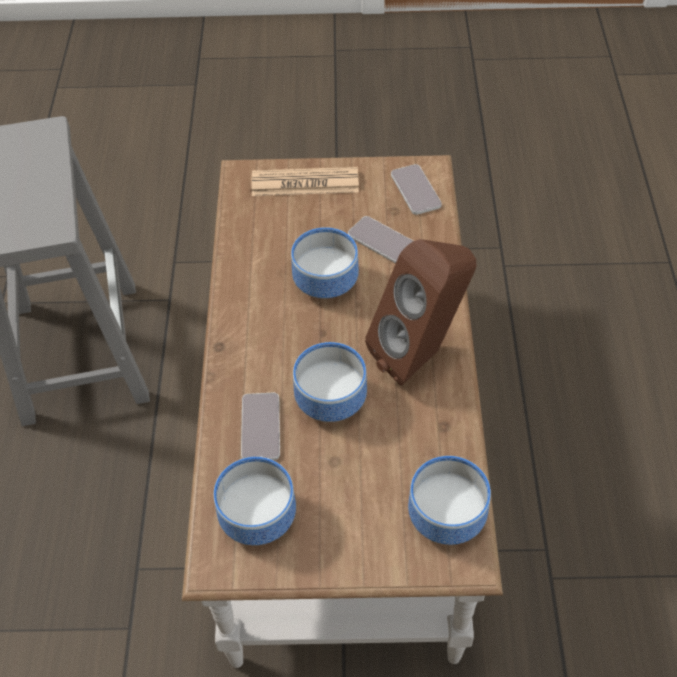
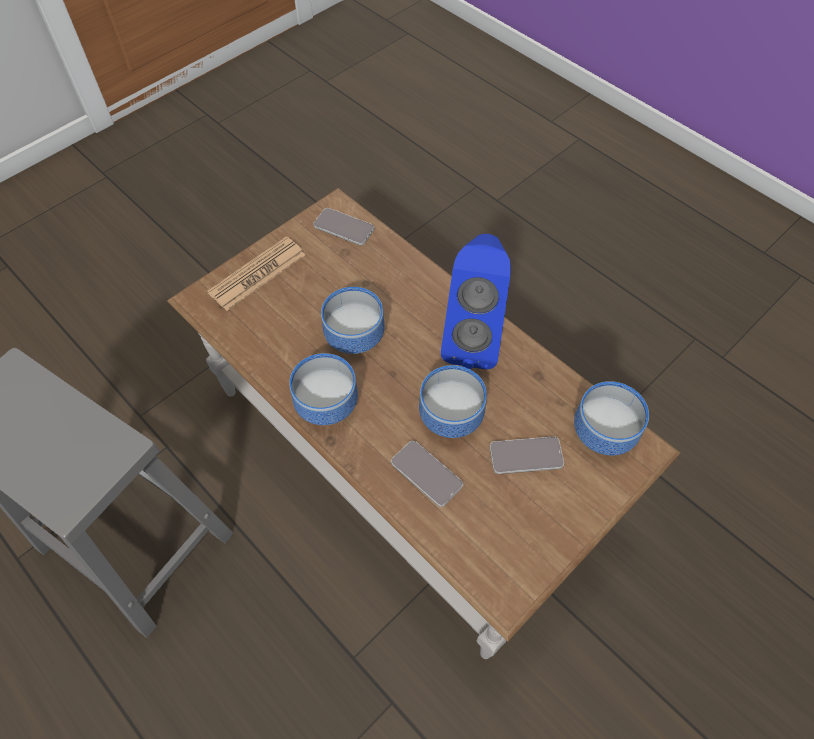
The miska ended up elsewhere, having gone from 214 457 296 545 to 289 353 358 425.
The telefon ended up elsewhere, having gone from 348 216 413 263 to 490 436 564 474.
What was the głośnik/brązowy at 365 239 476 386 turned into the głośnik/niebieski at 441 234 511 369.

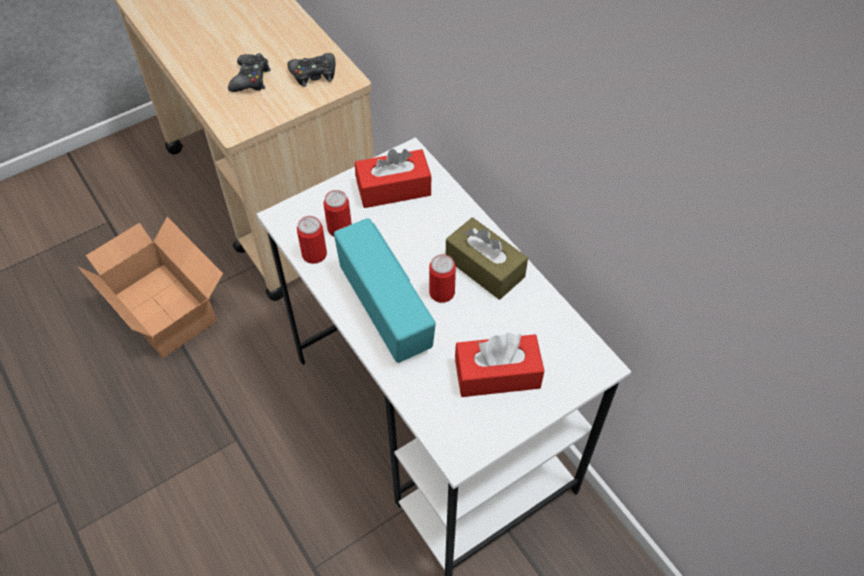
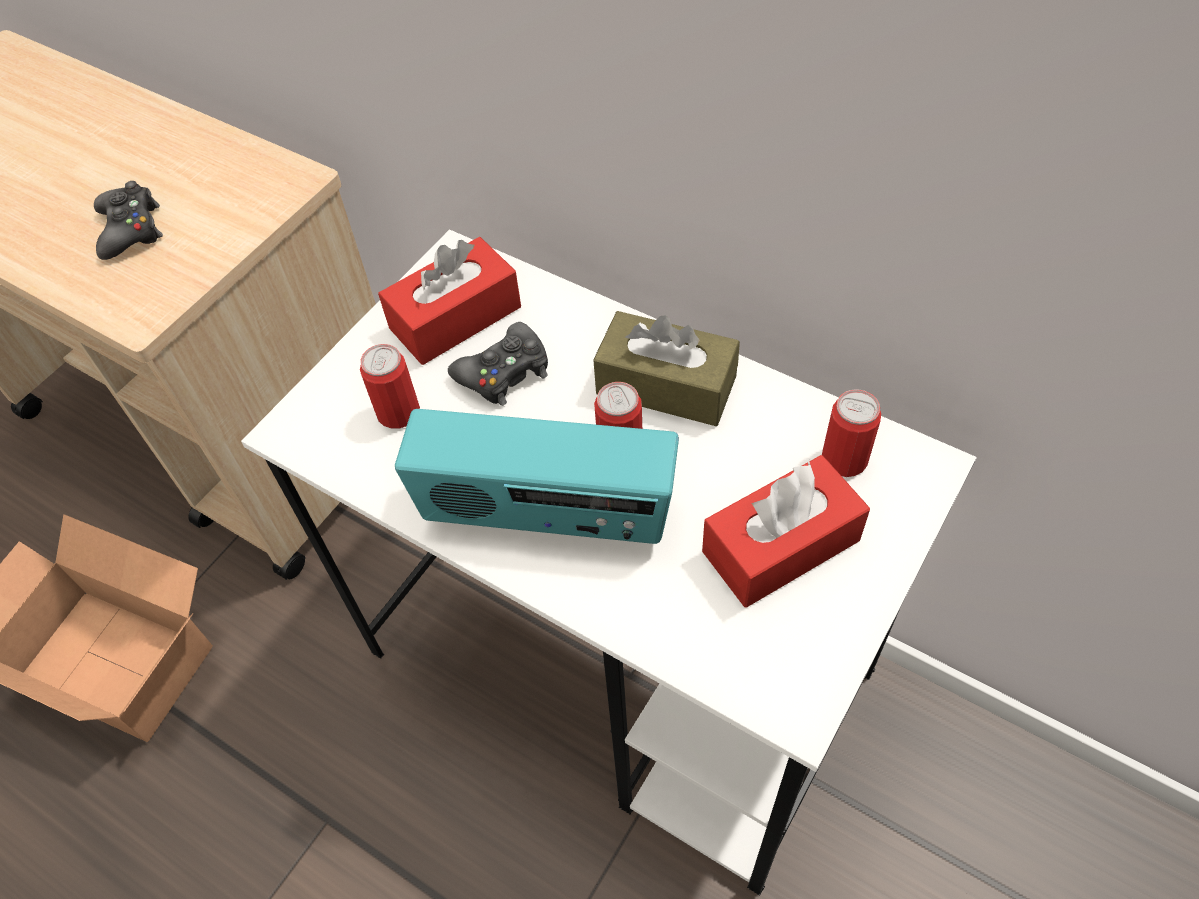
The pad do gier/czarny ended up elsewhere, having gone from 287 53 336 87 to 448 322 548 406.
The puszka ended up elsewhere, having gone from 297 216 327 264 to 822 389 881 477.
The radio at 334 218 436 363 ended up facing another way, 150 degrees clockwise from before.

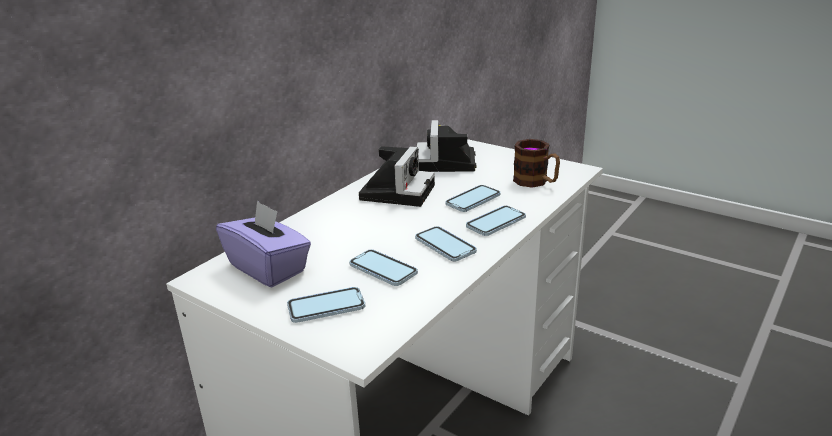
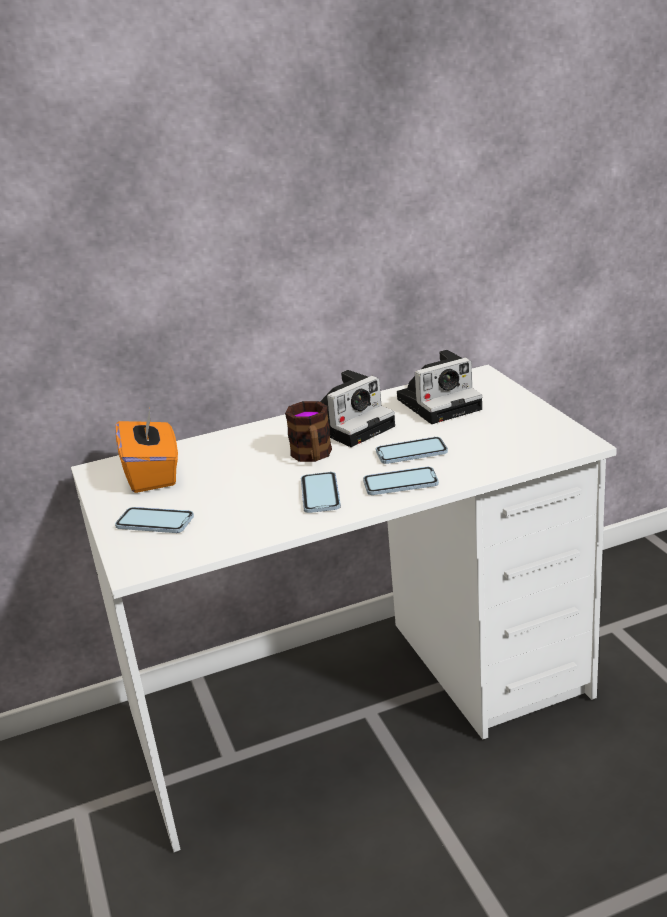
What was the pudełko chusteczek/fioletowy at 216 200 311 287 turned into the pudełko chusteczek/pomarańczowy at 115 408 178 493.
The second view lost the telefon at 349 249 418 286.
The aparat fotograficzny at 417 120 477 172 ended up facing another way, 150 degrees counterclockwise from before.
The kubek ended up elsewhere, having gone from 513 139 560 188 to 285 401 332 462.

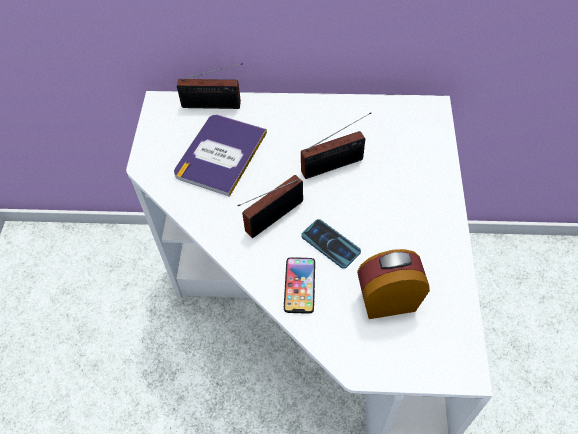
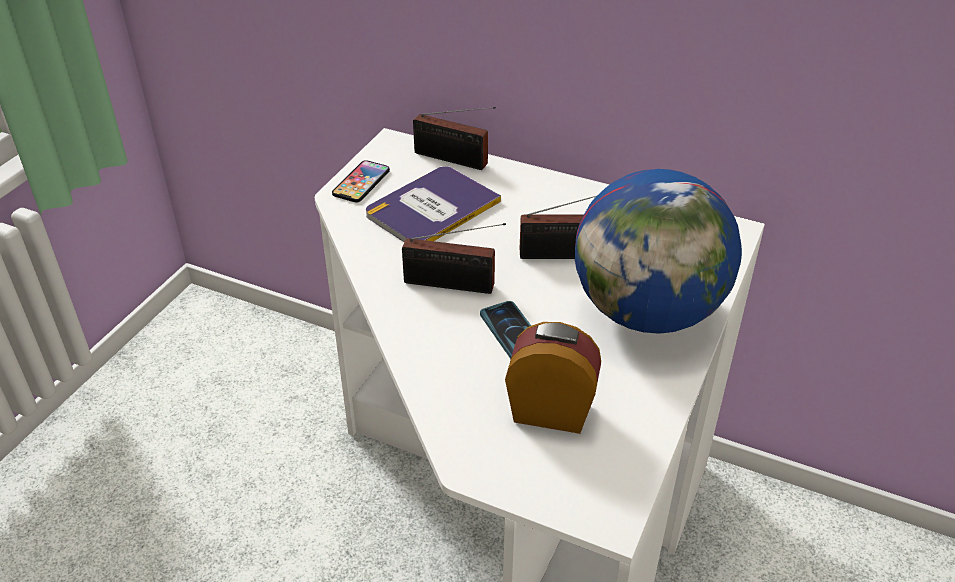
The radio at 238 175 303 238 ended up facing another way, 150 degrees counterclockwise from before.
The telefon ended up elsewhere, having gone from 284 257 315 314 to 332 160 390 202.
The second view gained the globus at 575 169 742 334.

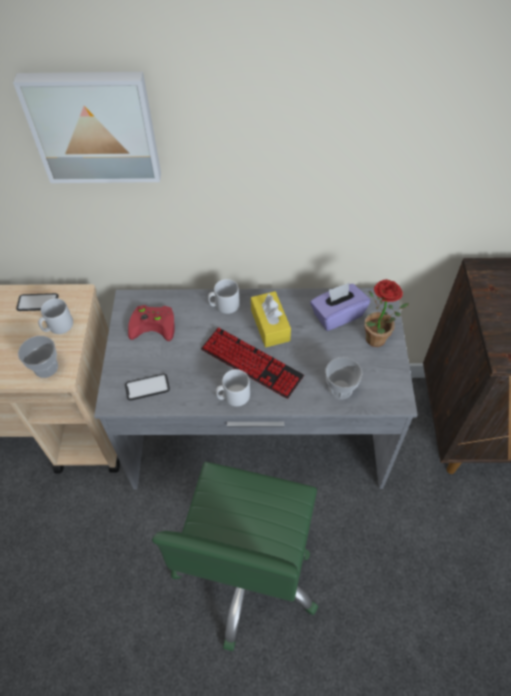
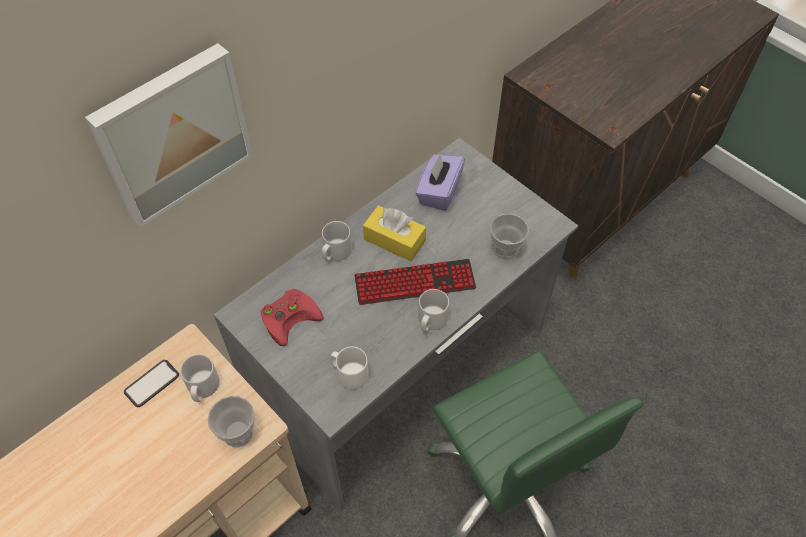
Where the telefon stood at 125 374 170 401, the kubek/biały came to stand at 330 347 369 389.
The second view lost the roślina doniczkowa at 364 279 409 347.

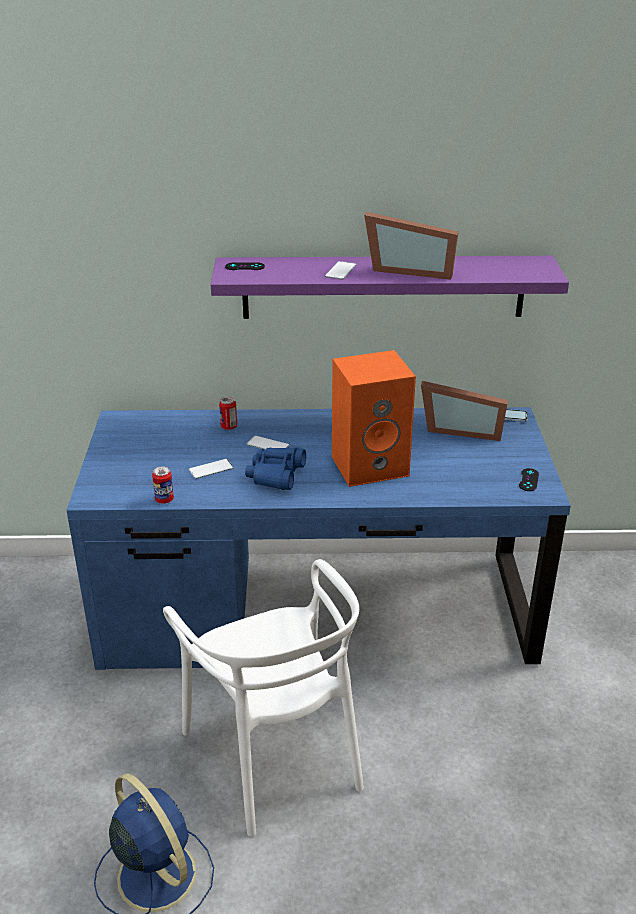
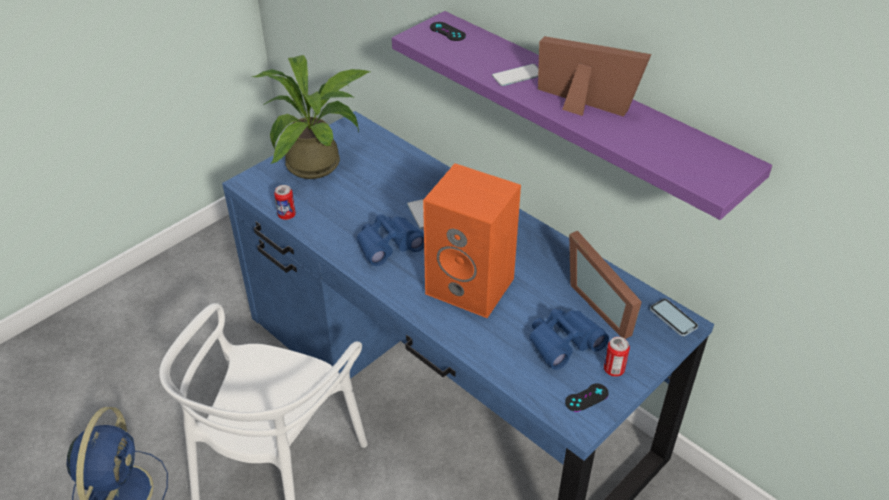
The second view lost the telefon at 189 459 234 479.
The puszka ended up elsewhere, having gone from 219 397 237 430 to 604 337 630 377.
The ramka na zdjęcie at 364 212 459 280 ended up facing another way, 150 degrees clockwise from before.
The second view gained the roślina doniczkowa at 252 55 370 179.
The second view gained the lornetka/niebieski at 530 309 609 370.

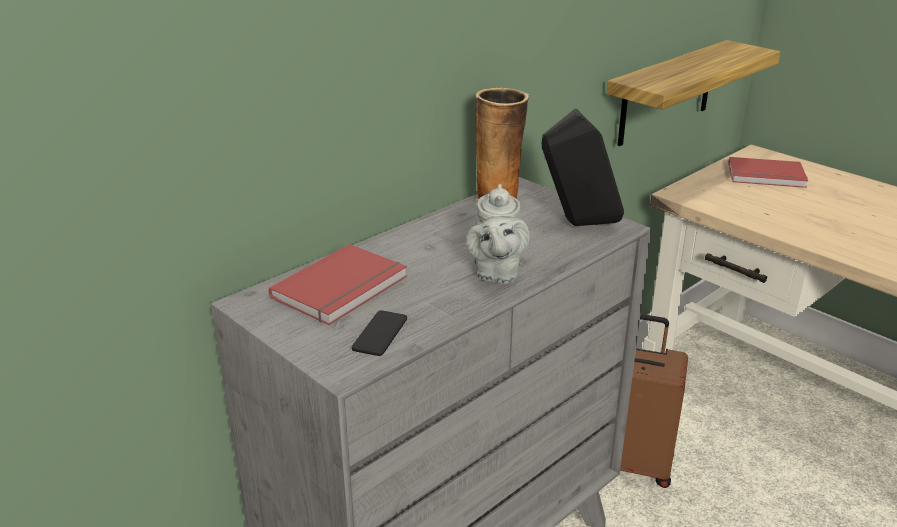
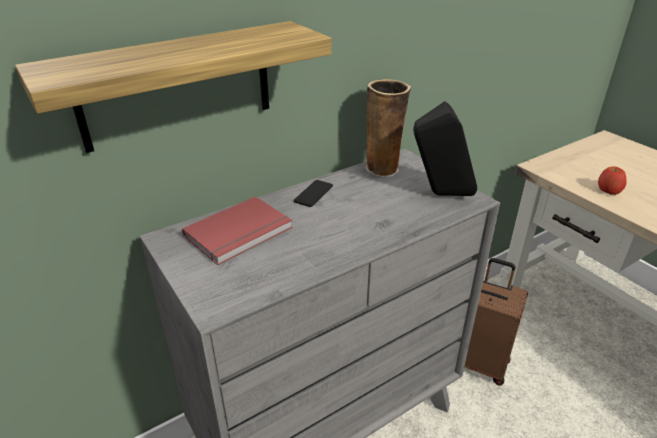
The telefon ended up elsewhere, having gone from 352 310 407 356 to 294 180 333 207.
The second view lost the imbryk/szary at 466 184 529 284.
The półka ended up elsewhere, having gone from 607 40 780 146 to 15 21 332 153.
The second view lost the książka/czerwony at 728 157 808 188.
The second view gained the jabłko at 598 166 627 195.

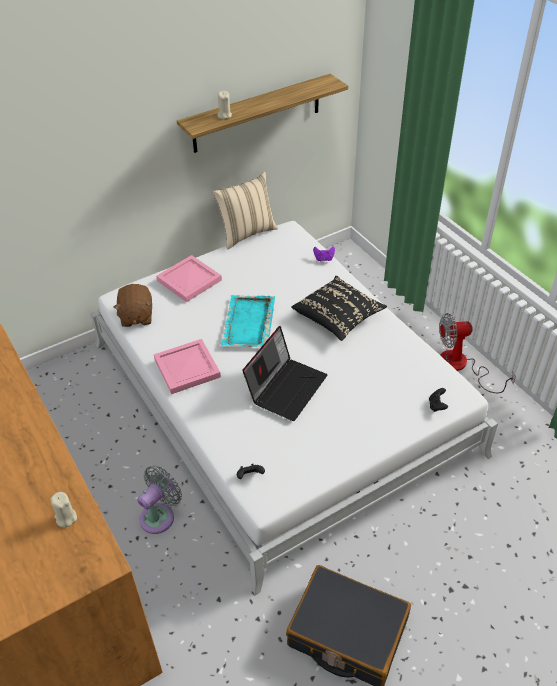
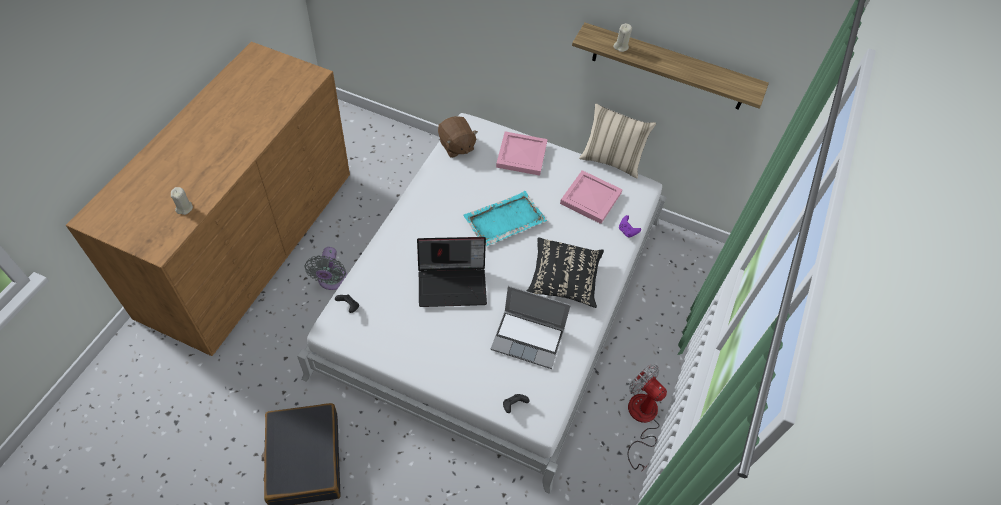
The pluszak/brązowy at 113 284 153 327 ended up facing another way, 75 degrees counterclockwise from before.
The wentylator/szary at 137 465 182 534 ended up facing another way, 90 degrees clockwise from before.
The taca/różowy ended up elsewhere, having gone from 154 339 221 394 to 560 170 623 224.
The second view gained the laptop at 491 286 571 369.

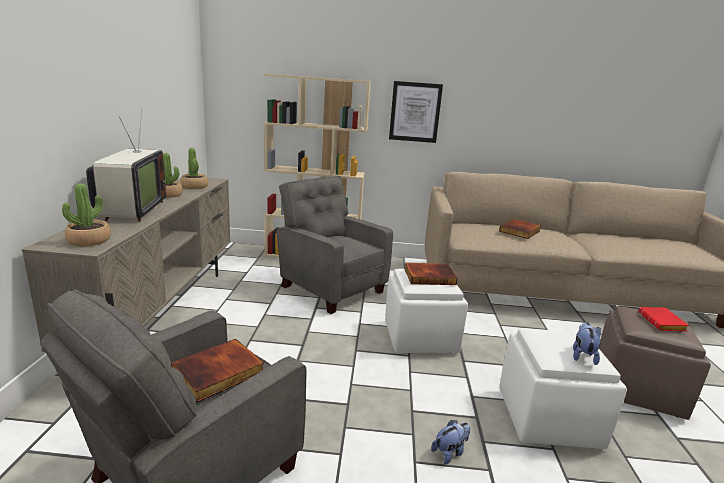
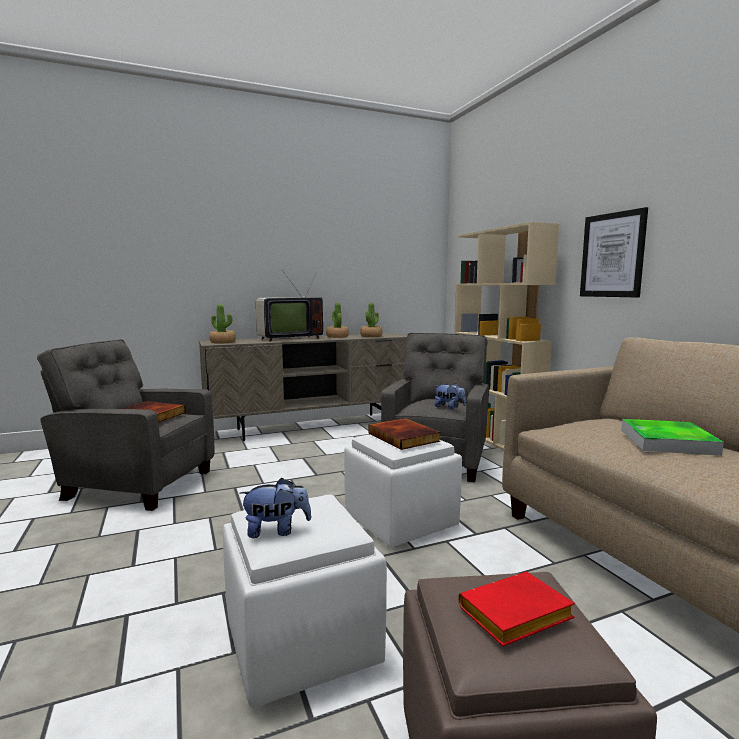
The pluszak ended up elsewhere, having gone from 431 420 470 465 to 435 383 466 410.
Where the książka stood at 499 219 541 239, the taca came to stand at 621 419 724 456.

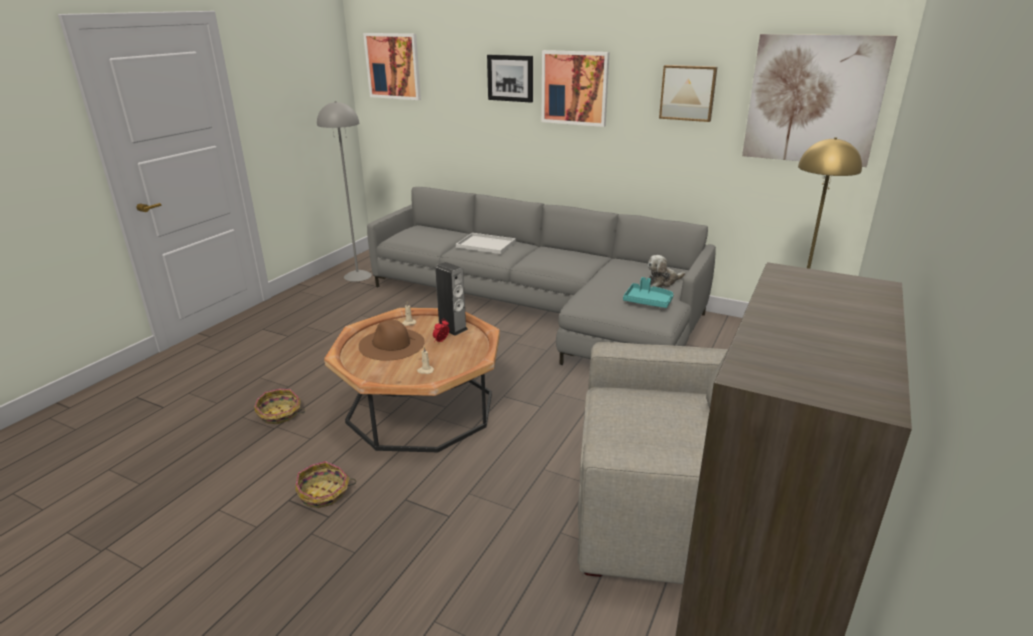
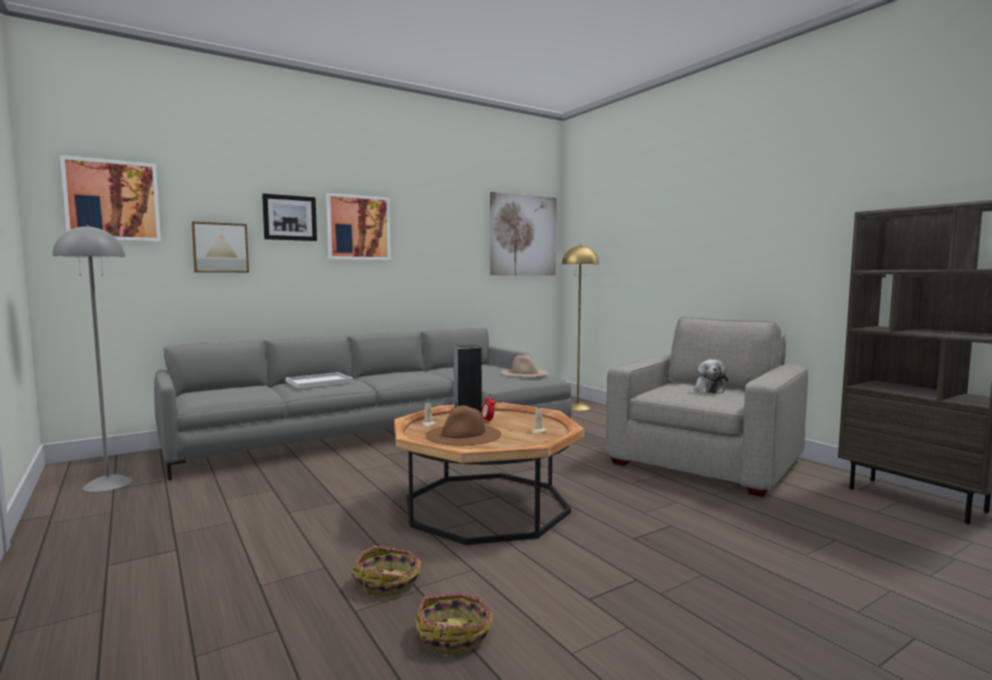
The koszyk ended up elsewhere, having gone from 296 461 356 508 to 415 593 493 655.
Where the taca/turkusowy stood at 623 277 674 308, the kapelusz/beżowy came to stand at 500 355 548 377.
The pluszak ended up elsewhere, having gone from 648 255 685 287 to 693 359 728 393.
The obraz ended up elsewhere, having gone from 659 65 717 122 to 191 222 249 273.

